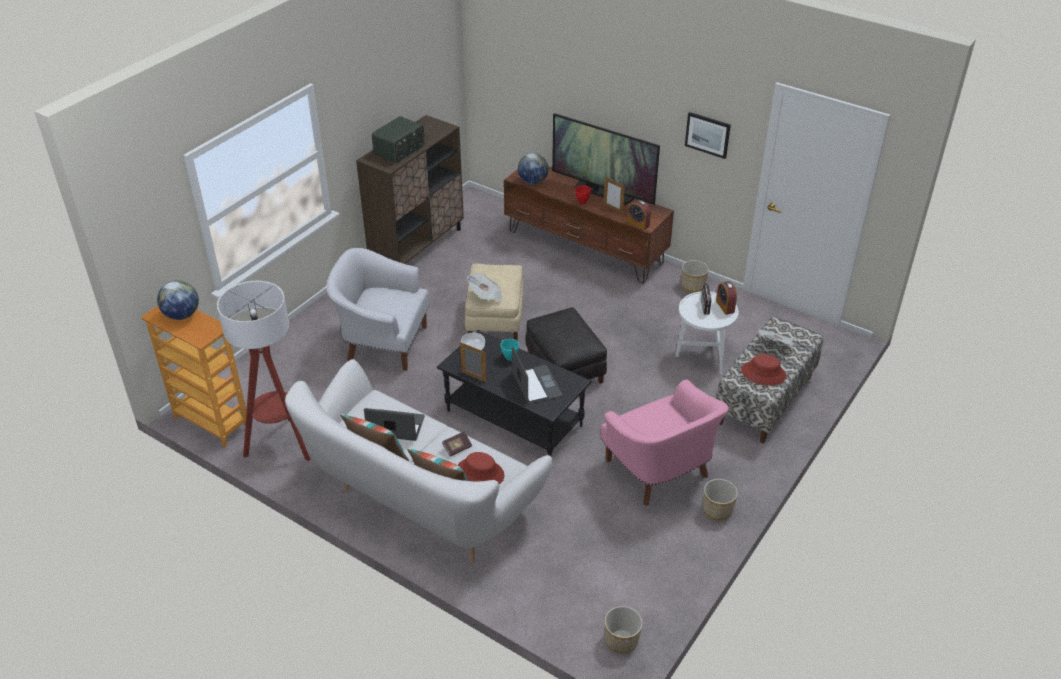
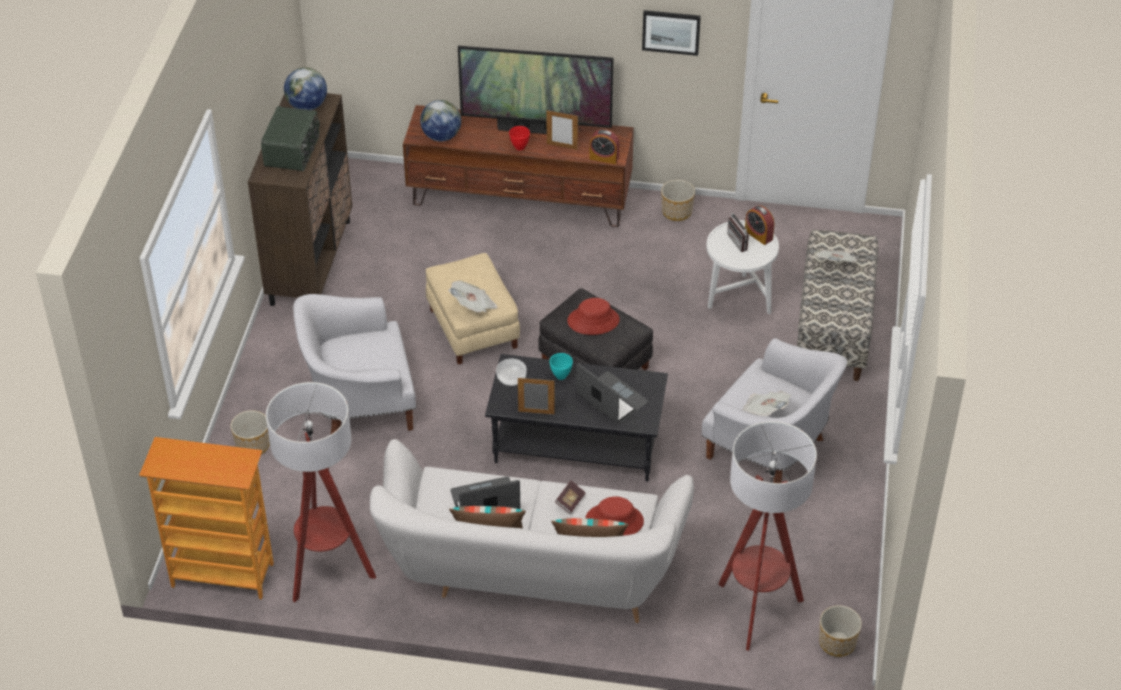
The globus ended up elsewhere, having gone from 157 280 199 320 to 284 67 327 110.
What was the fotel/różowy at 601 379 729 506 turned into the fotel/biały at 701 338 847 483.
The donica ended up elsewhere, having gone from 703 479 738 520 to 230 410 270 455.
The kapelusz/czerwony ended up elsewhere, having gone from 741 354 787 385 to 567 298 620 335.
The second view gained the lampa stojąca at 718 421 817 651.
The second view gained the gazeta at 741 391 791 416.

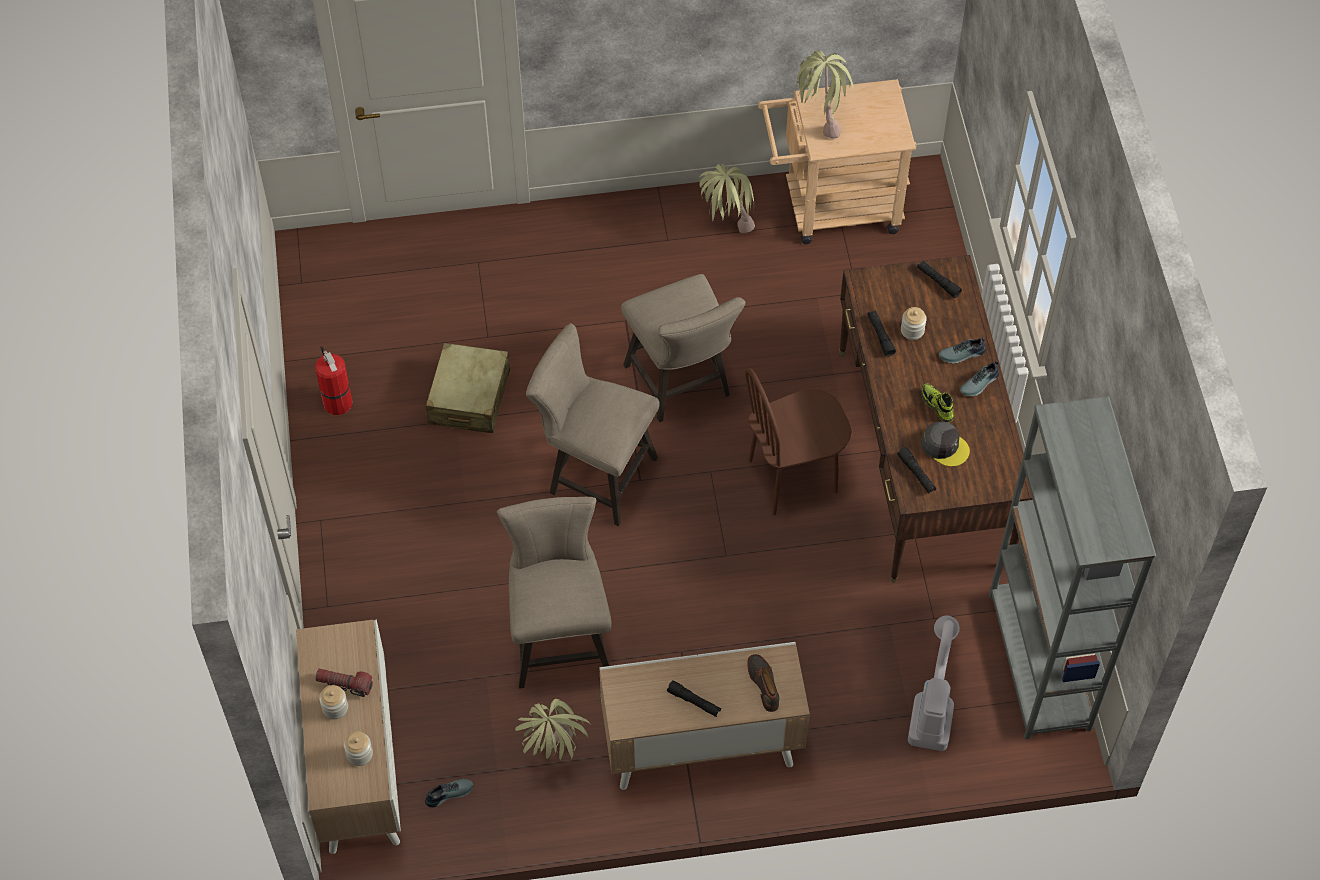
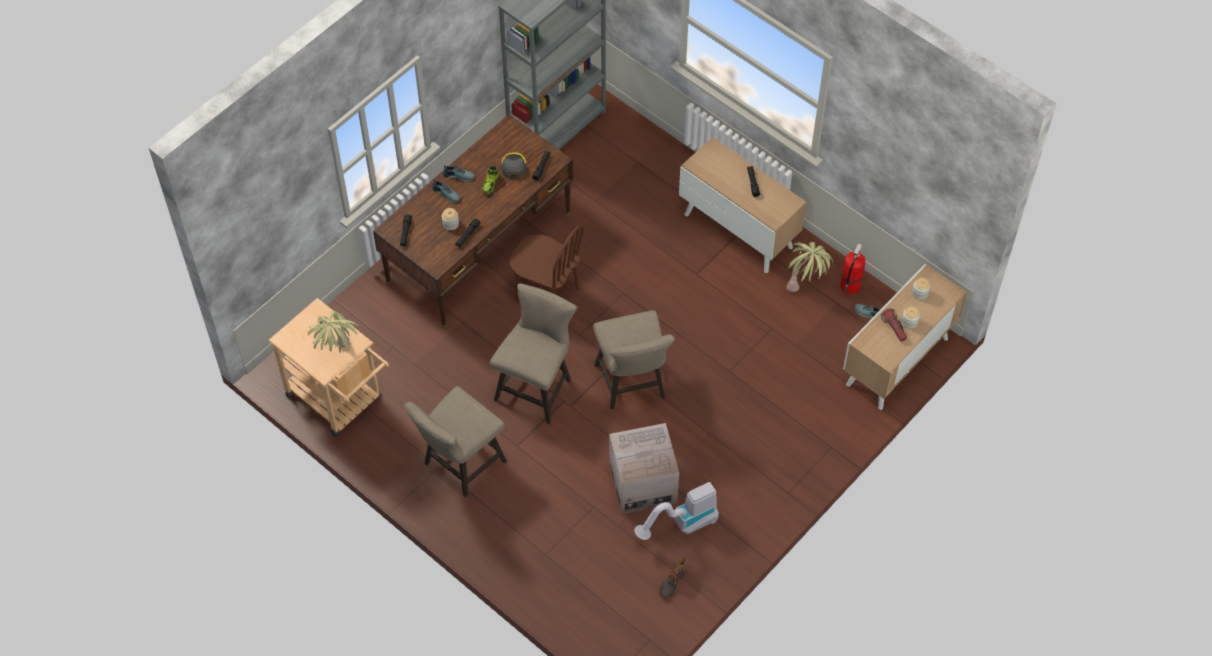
The gaśnica ended up elsewhere, having gone from 315 346 352 415 to 840 244 865 294.
Where the walizka/beżowy stood at 426 343 510 433, the karton came to stand at 609 423 679 514.
The stołek/beżowy ended up elsewhere, having gone from 497 497 612 689 to 404 386 507 497.
The second view lost the roślina doniczkowa at 699 164 755 233.
The but z cholewką ended up elsewhere, having gone from 747 654 780 712 to 659 557 686 599.
The odkurzacz ended up elsewhere, having gone from 907 616 960 751 to 634 482 719 540.

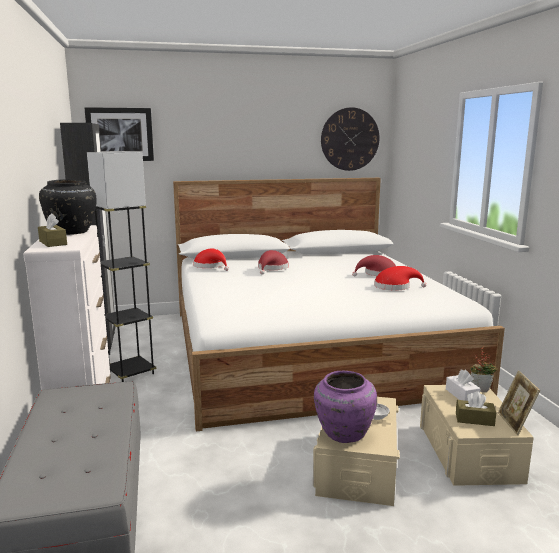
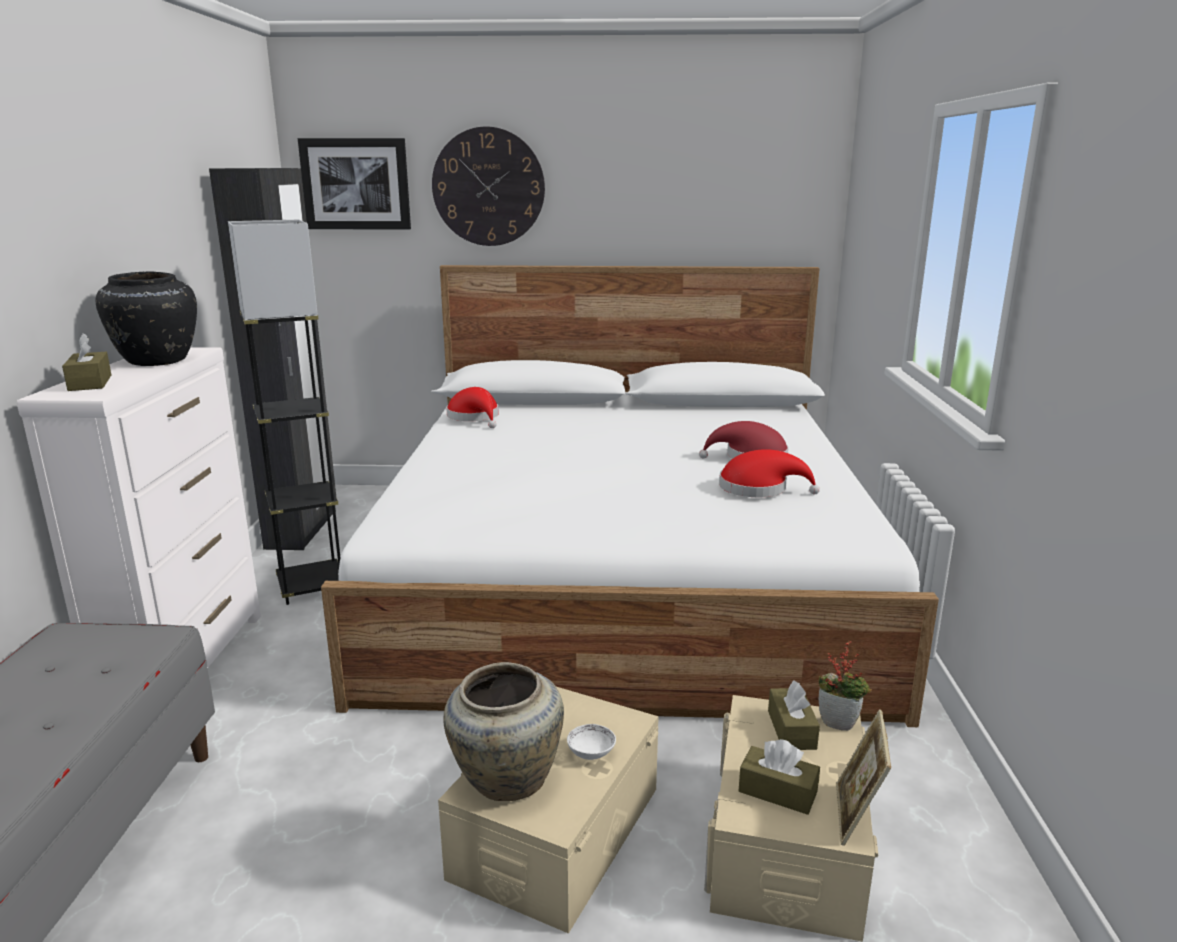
The second view lost the kapelusz/czerwony at 258 250 289 275.
What was the wazon/fioletowy at 314 371 377 443 turned into the wazon/beżowy at 444 662 564 801.
The zegar ścienny ended up elsewhere, having gone from 321 107 380 171 to 432 127 545 246.
What was the pudełko chusteczek/biały at 446 369 480 401 turned into the pudełko chusteczek/brązowy at 768 680 820 750.

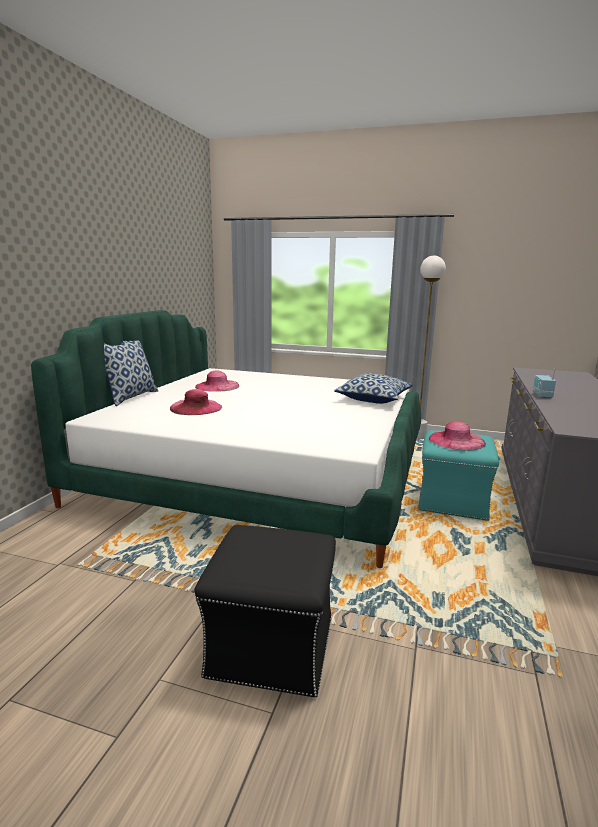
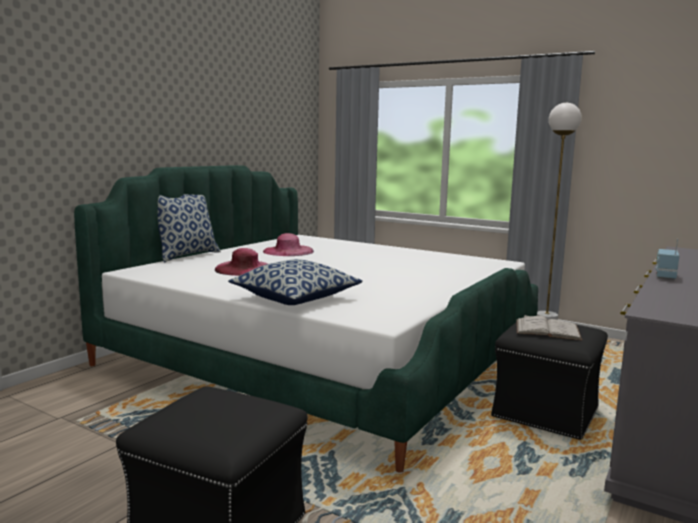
The poduszka ended up elsewhere, having gone from 334 373 413 404 to 228 259 363 305.
What was the pufa/turkusowy at 418 430 499 521 turned into the pufa/czarny at 491 317 608 440.
Where the kapelusz/różowy stood at 429 421 486 450, the książka/biały came to stand at 516 315 582 340.

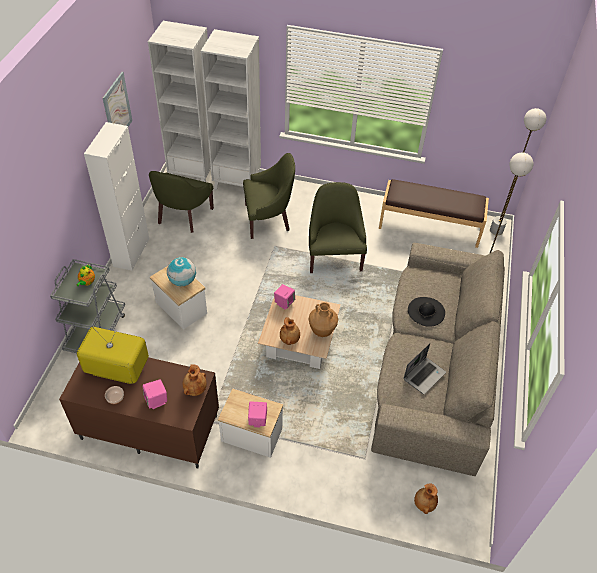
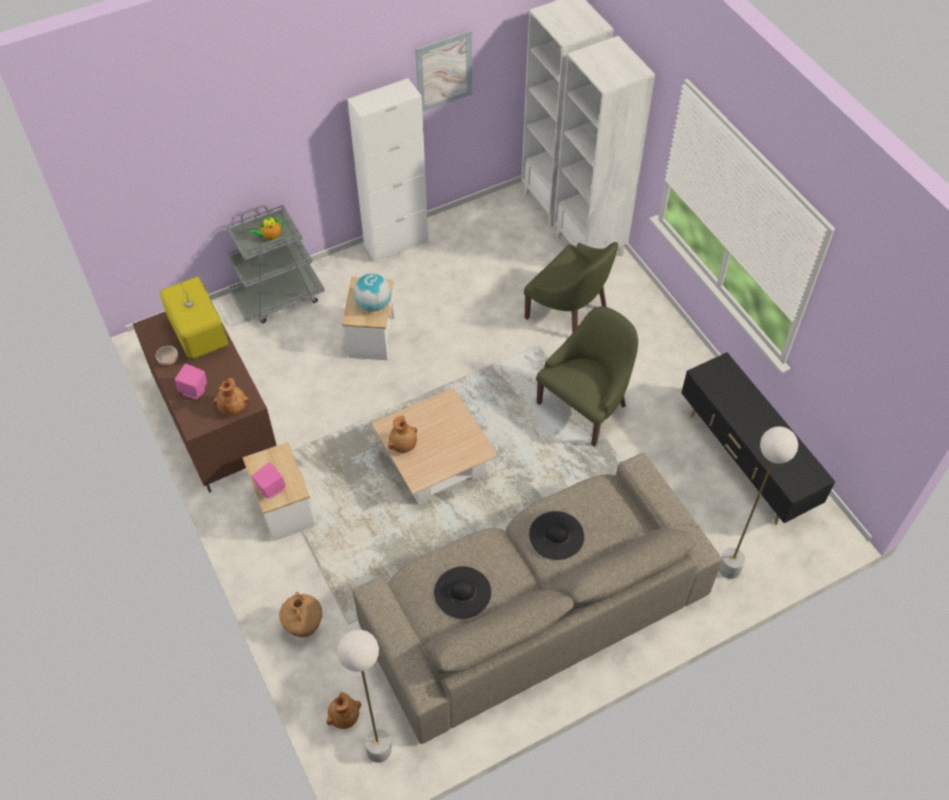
The second view lost the fotel/zielony at 149 171 214 233.
The second view lost the głośnik/różowy at 274 284 295 310.
The wazon/brązowy ended up elsewhere, having gone from 308 302 338 337 to 279 592 322 638.
Where the ławka/brązowy stood at 379 179 489 248, the szafka pod telewizor/czarny came to stand at 681 352 835 525.
Where the laptop stood at 403 343 446 394, the kapelusz/czarny came to stand at 434 566 491 619.
The lampa stojąca/biały ended up elsewhere, having gone from 490 108 546 235 to 337 630 391 763.

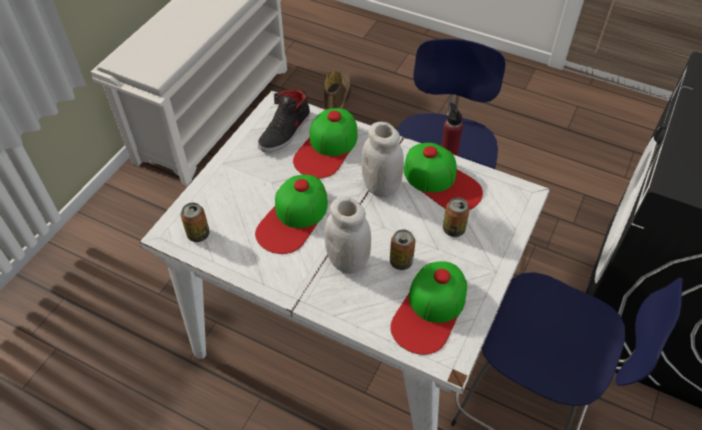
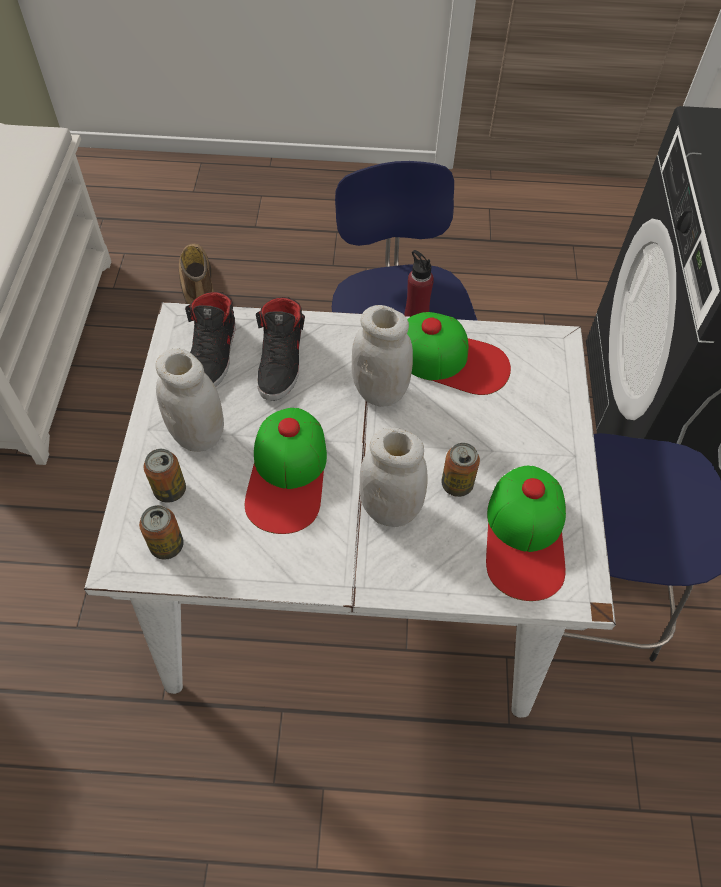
Where the czapka z daszkiem stood at 293 108 357 178, the but/czarny came to stand at 256 297 305 401.
The puszka ended up elsewhere, having gone from 443 197 470 237 to 144 449 186 503.
The second view gained the słoik/biały at 155 348 224 452.

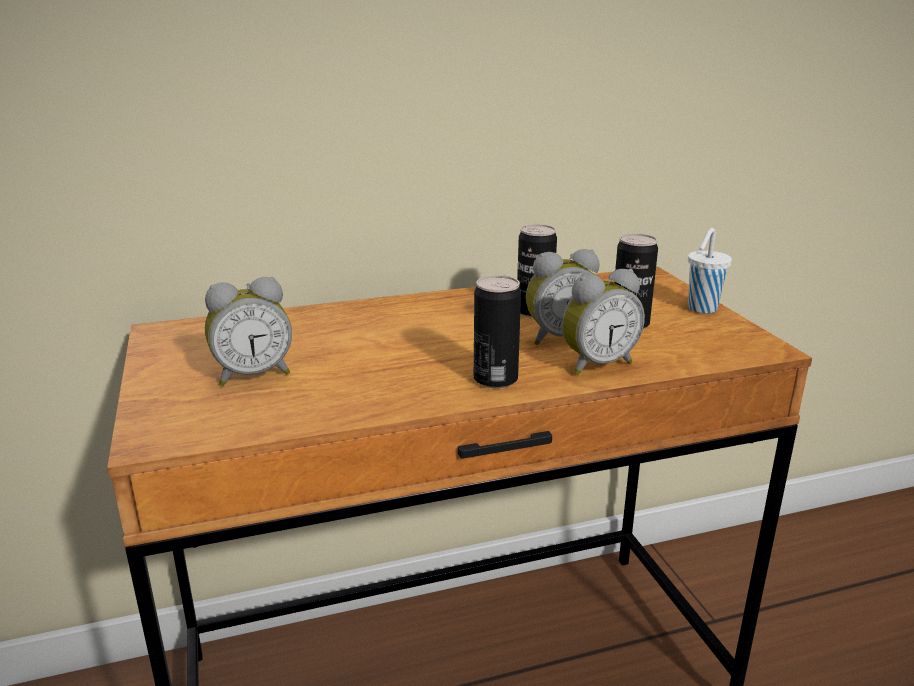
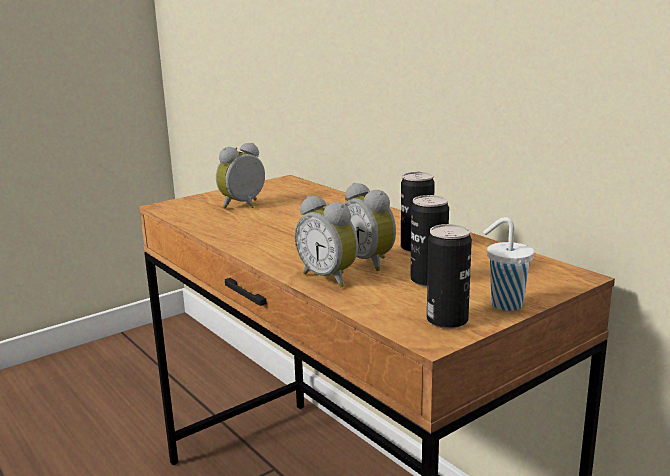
The budzik at 205 277 292 386 ended up facing another way, 90 degrees clockwise from before.
The puszka ended up elsewhere, having gone from 474 275 521 388 to 427 224 472 329.

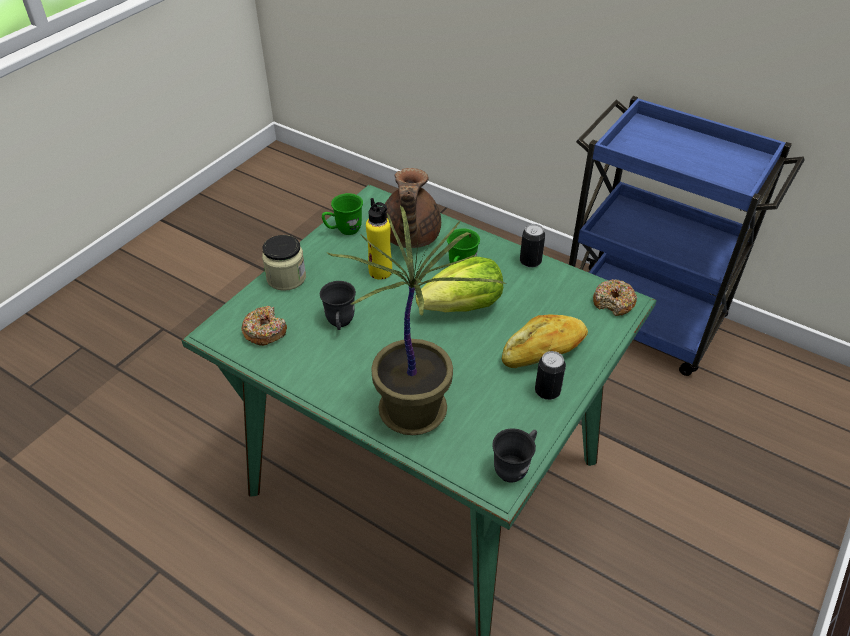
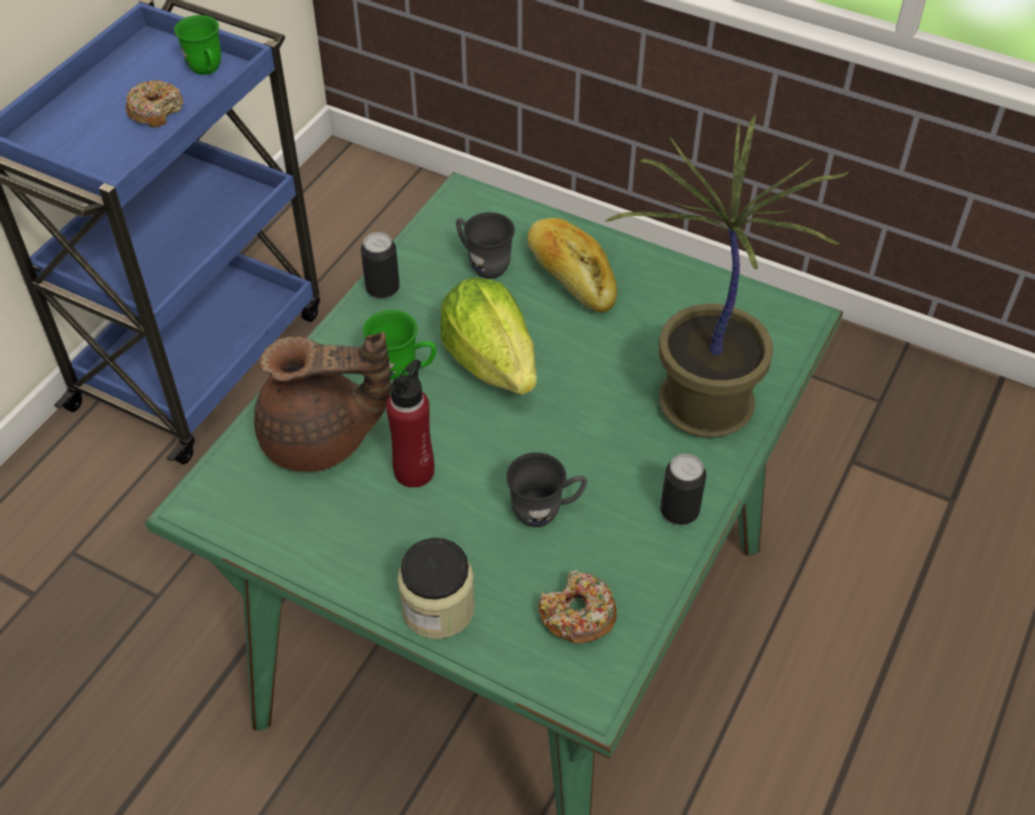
The kubek/zielony ended up elsewhere, having gone from 322 193 363 235 to 174 15 221 75.
What was the butelka/żółty at 366 198 392 280 turned into the butelka/czerwony at 386 359 434 488.
The kubek/szary ended up elsewhere, having gone from 492 428 537 483 to 456 212 515 279.
The puszka ended up elsewhere, having gone from 535 351 566 400 to 660 454 706 525.
The donut ended up elsewhere, having gone from 593 279 638 316 to 126 80 184 128.

